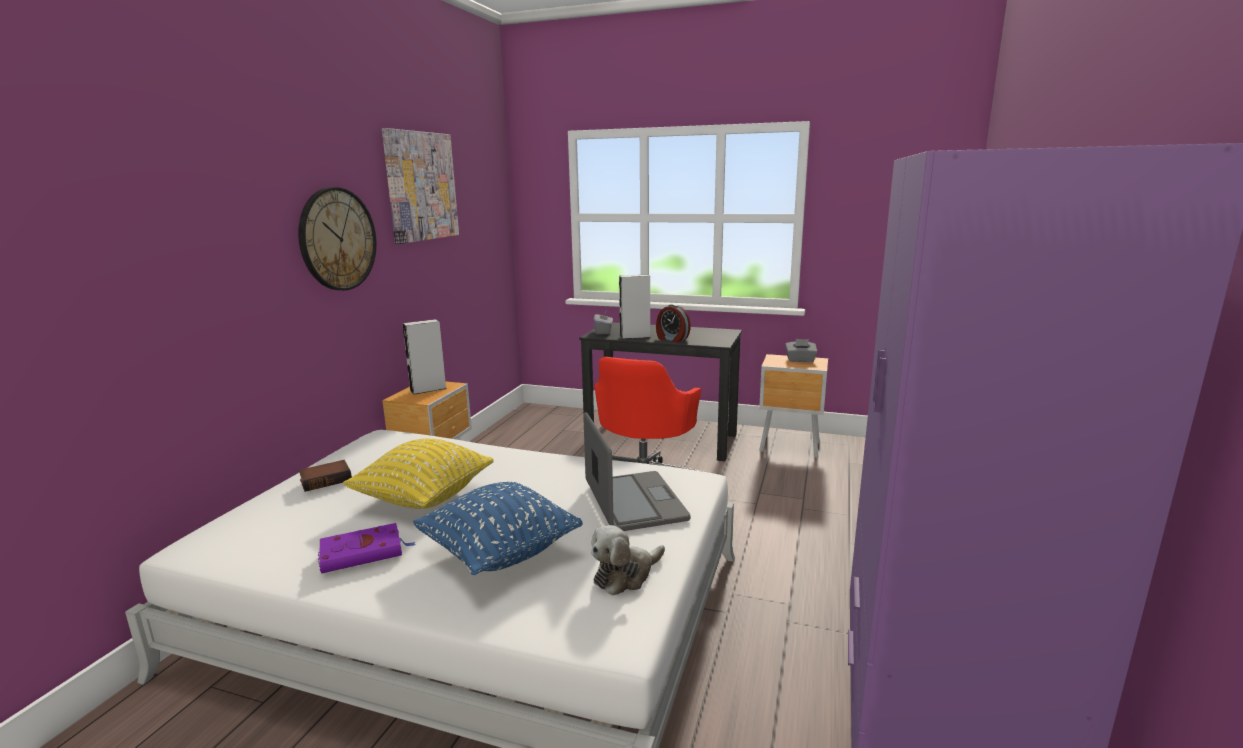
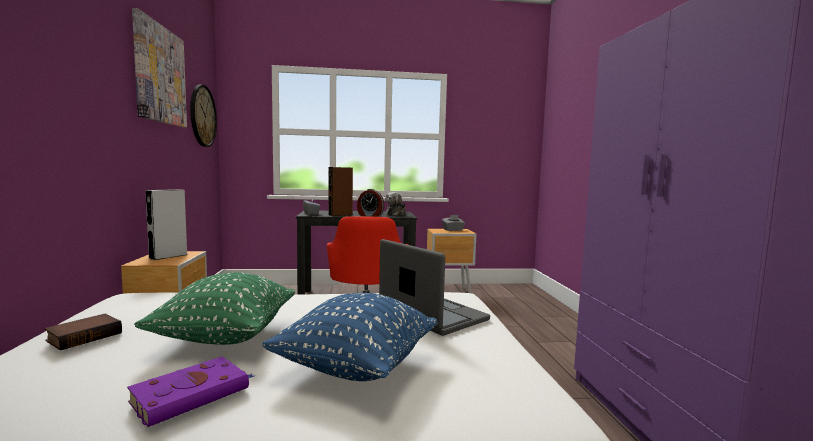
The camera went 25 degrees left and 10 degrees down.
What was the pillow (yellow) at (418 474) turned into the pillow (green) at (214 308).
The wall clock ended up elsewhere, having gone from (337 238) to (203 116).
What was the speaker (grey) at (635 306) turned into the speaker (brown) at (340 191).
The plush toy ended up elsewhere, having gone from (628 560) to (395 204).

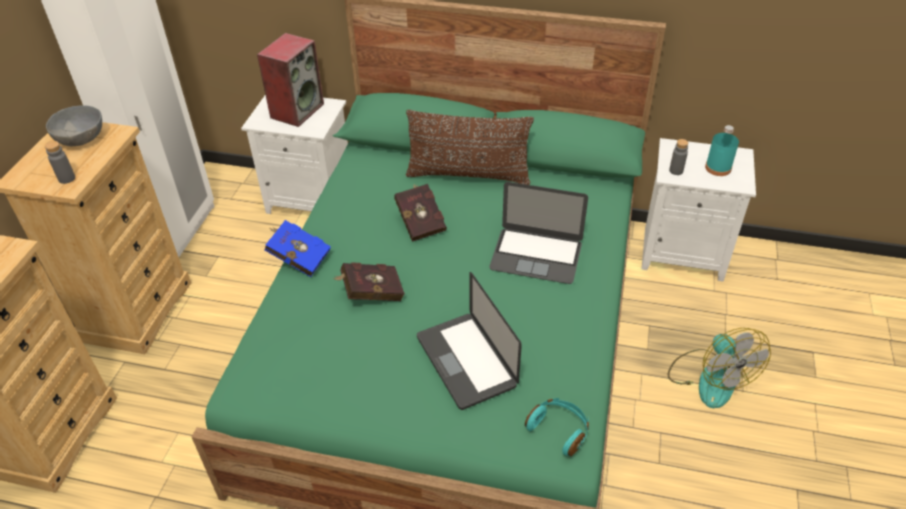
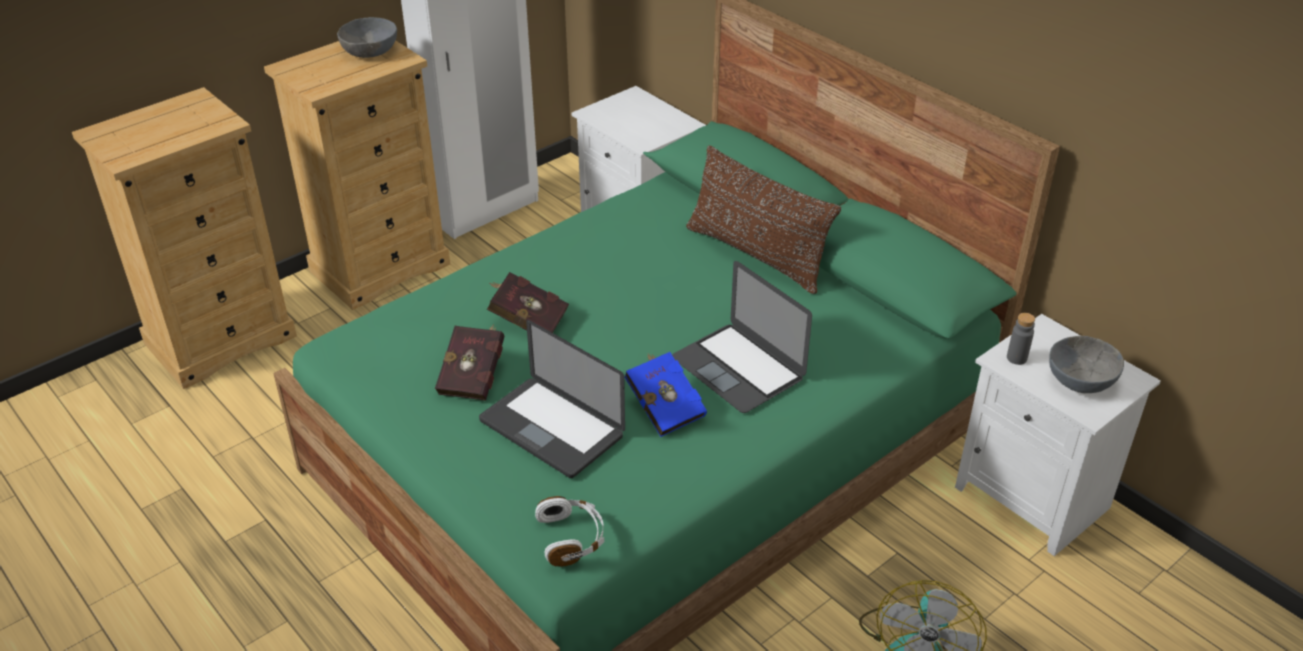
The camera went 35 degrees right and 5 degrees down.
The book (red) ended up elsewhere, having gone from (420 213) to (469 362).
The laptop at (469 341) ended up facing another way, 60 degrees counterclockwise from before.
What was the headphones (turquoise) at (557 427) turned into the headphones (white) at (569 531).
The book (blue) ended up elsewhere, having gone from (297 248) to (666 394).
Where the bottle (turquoise) stood at (722 150), the bowl (grey) came to stand at (1086 364).
The second view lost the bottle (grey) at (60 162).
The second view lost the speaker at (290 80).

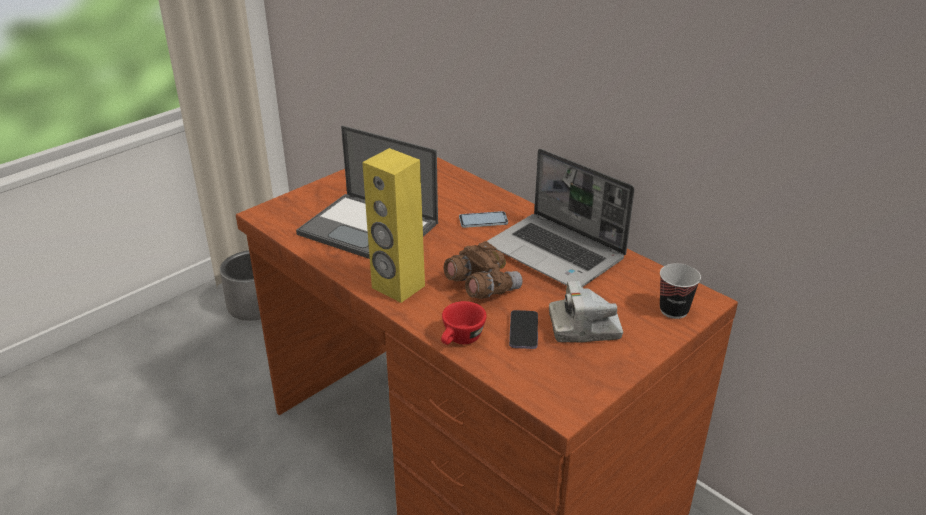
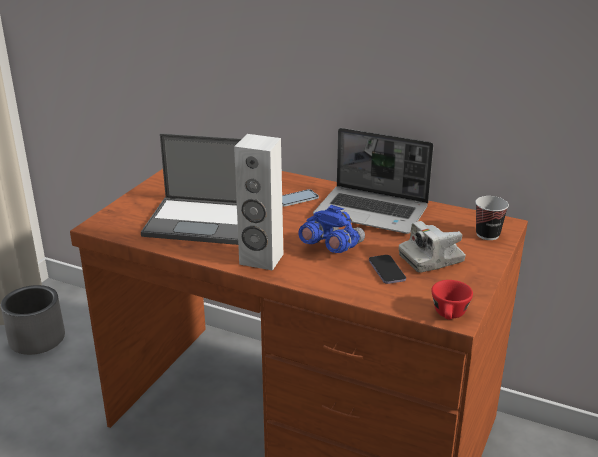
The camera went 20 degrees left and 5 degrees down.
What was the speaker (yellow) at (393 225) turned into the speaker (white) at (258 202).
What was the binoculars (brown) at (483 270) turned into the binoculars (blue) at (331 229).
The cup (red) ended up elsewhere, having gone from (464 323) to (452 300).

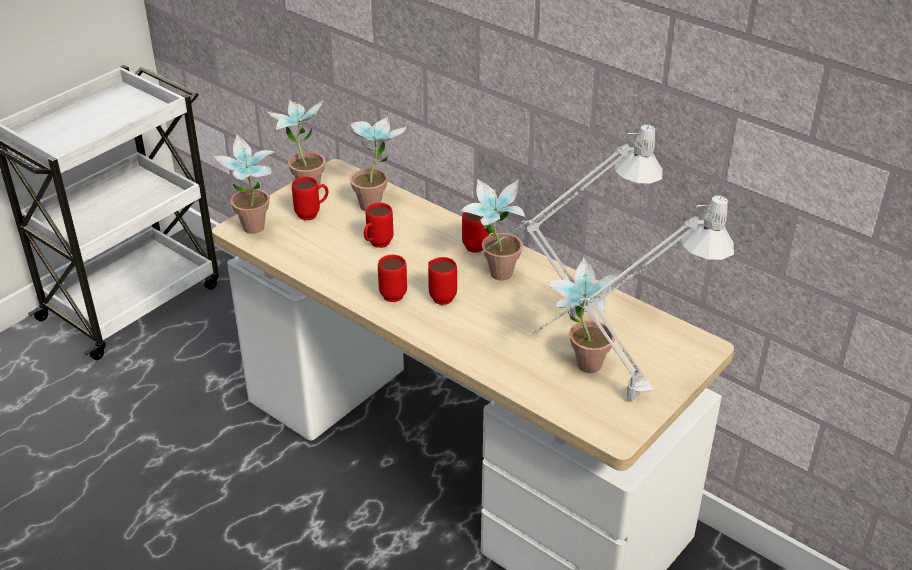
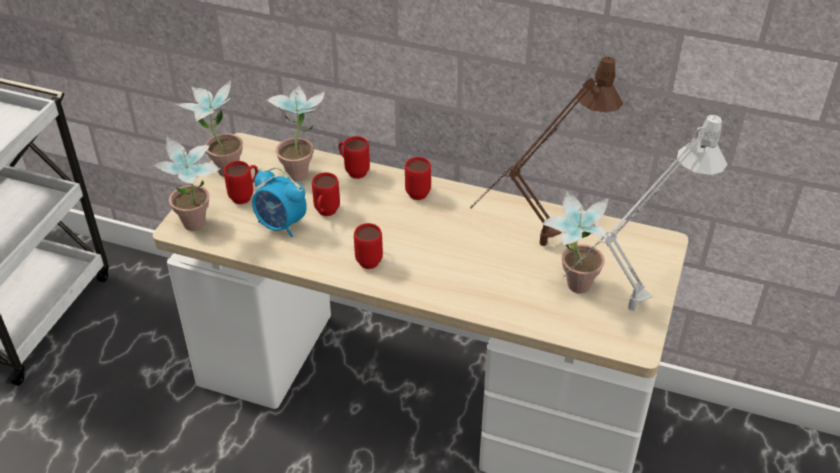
The camera went 20 degrees left and 5 degrees up.
The second view gained the alarm clock at (279 202).
The mug (red) ended up elsewhere, having gone from (442 281) to (354 157).
What was the table lamp (grey) at (571 222) turned into the table lamp (brown) at (547 151).
The second view lost the potted plant at (493 229).

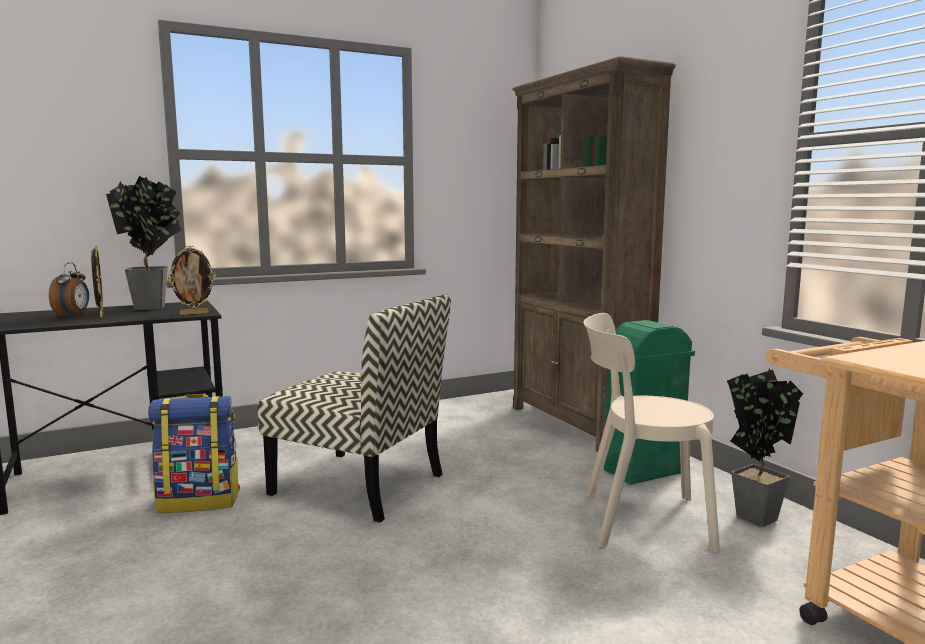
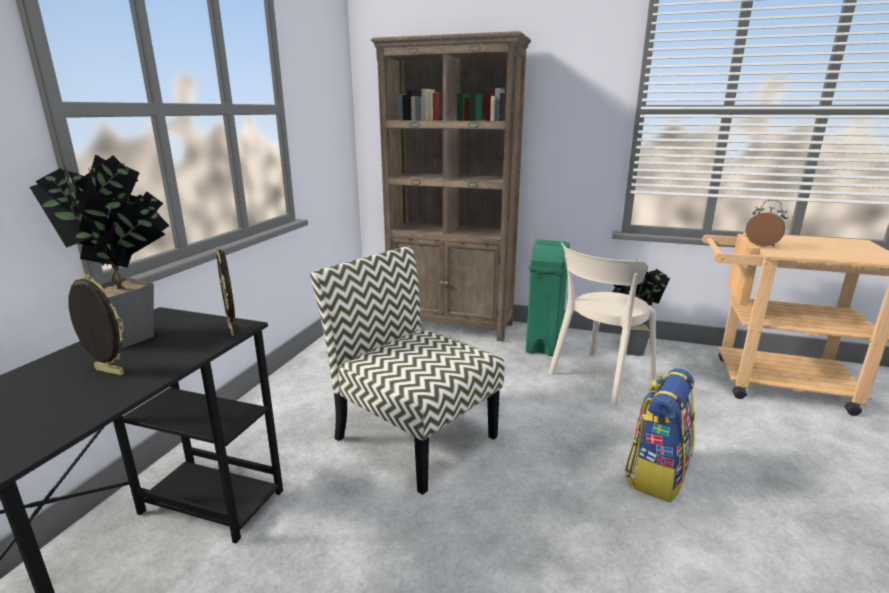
The camera went 45 degrees left and 10 degrees up.
The picture frame at (192 280) ended up facing another way, 135 degrees clockwise from before.
The chair at (354 408) ended up facing another way, 120 degrees counterclockwise from before.
The backpack ended up elsewhere, having gone from (194 453) to (660 435).
The alarm clock ended up elsewhere, having gone from (69 289) to (766 223).

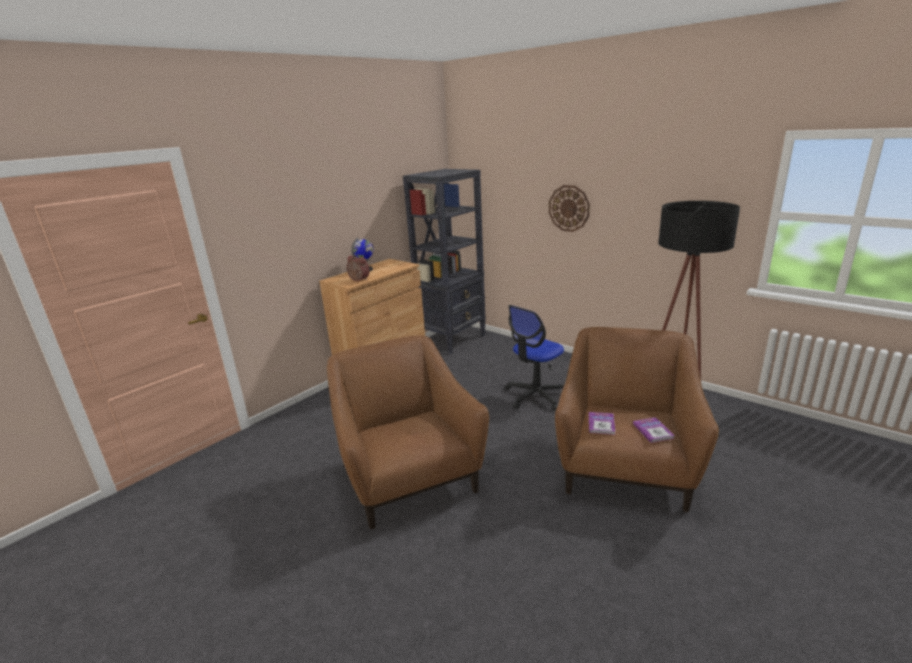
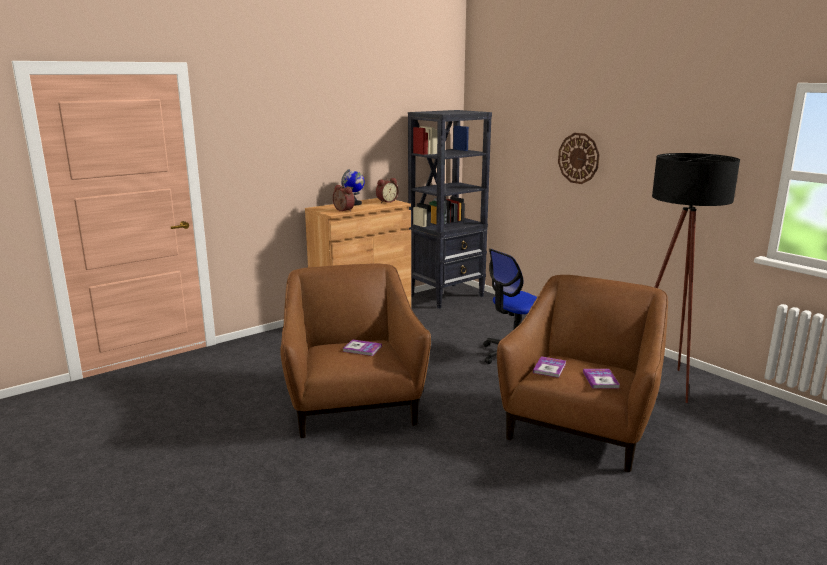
The camera went 10 degrees right and 5 degrees down.
The second view gained the book at (362 347).
The second view gained the alarm clock at (387 190).

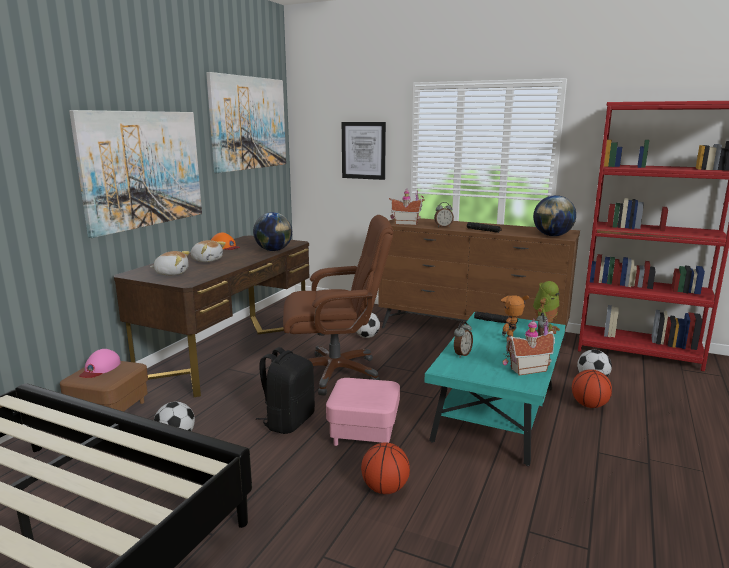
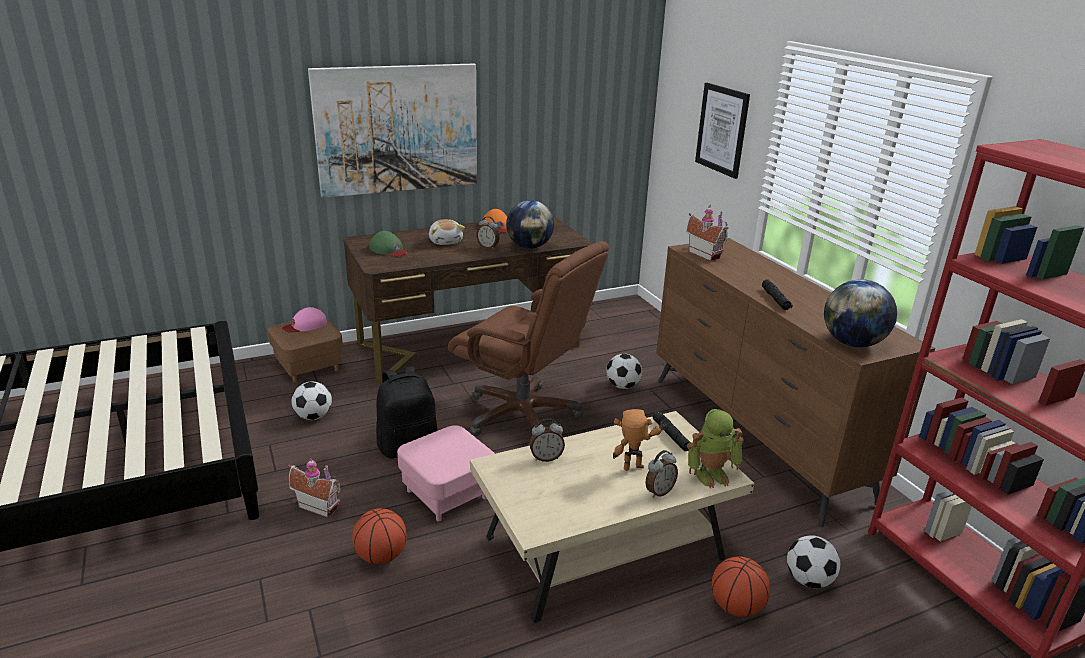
The camera went 40 degrees right and 10 degrees up.
The toy house ended up elsewhere, having gone from (529 347) to (314 488).
Where the plush toy stood at (170 263), the cap (green) came to stand at (388 244).
What was the coffee table (turquoise) at (495 389) turned into the coffee table (beige) at (612 517).
The alarm clock ended up elsewhere, having gone from (444 214) to (488 232).
The second view lost the picture at (246 122).

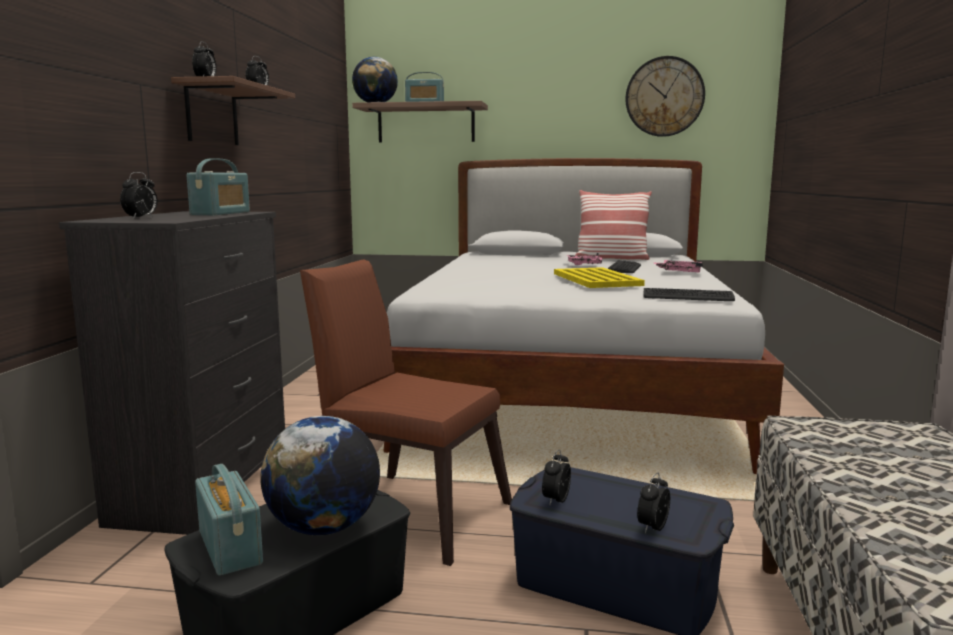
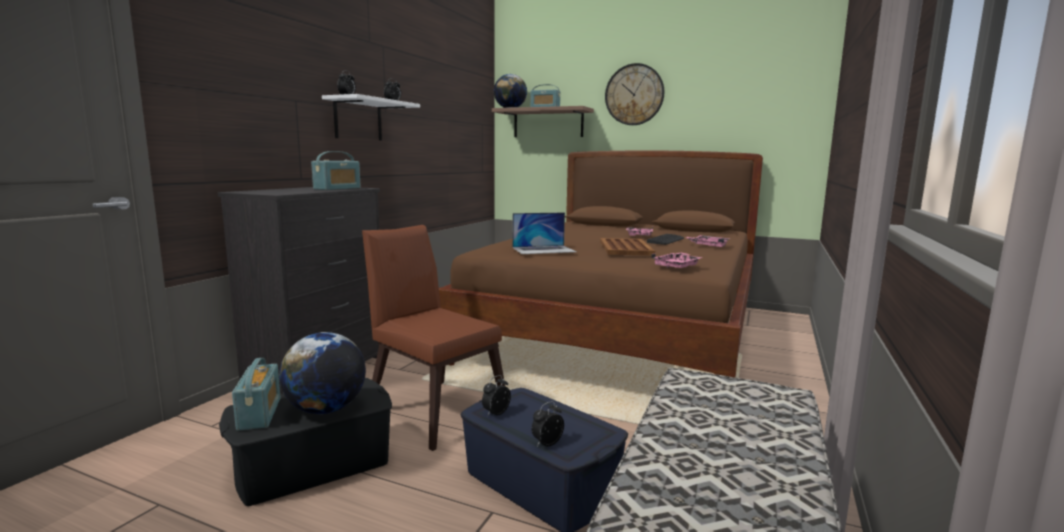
The camera went 15 degrees right and 0 degrees up.
What was the shelf (brown) at (233 110) turned into the shelf (white) at (371 117).
What was the bed (white) at (584 316) turned into the bed (brown) at (601 263).
The second view gained the laptop at (544 233).
What was the tray (yellow) at (599 277) turned into the tray (brown) at (627 246).
The wall clock ended up elsewhere, having gone from (665 96) to (634 94).
Where the keyboard stood at (689 294), the tray (pink) came to stand at (677 260).
The second view lost the alarm clock at (139 195).
The second view lost the pillow at (613 225).

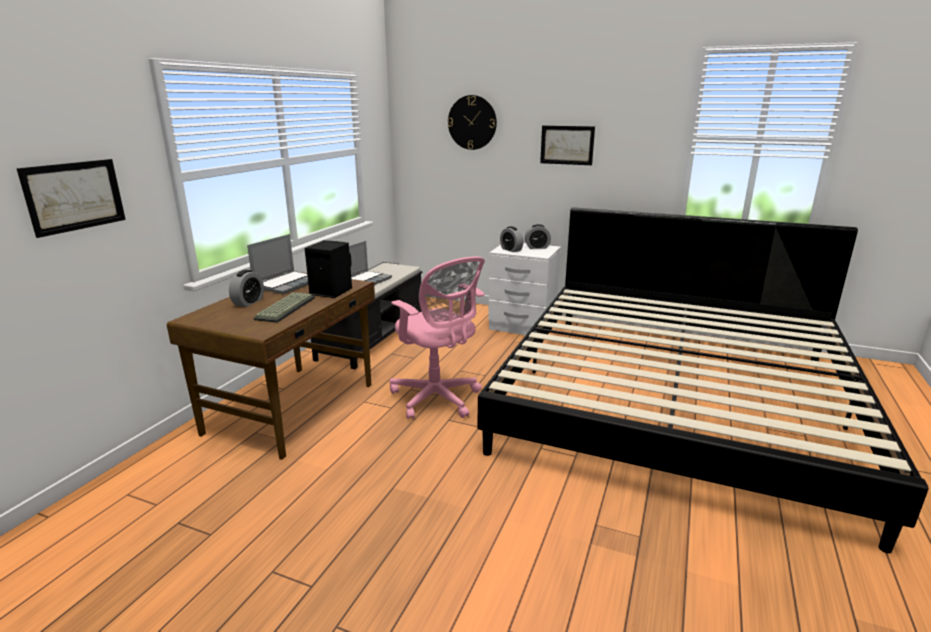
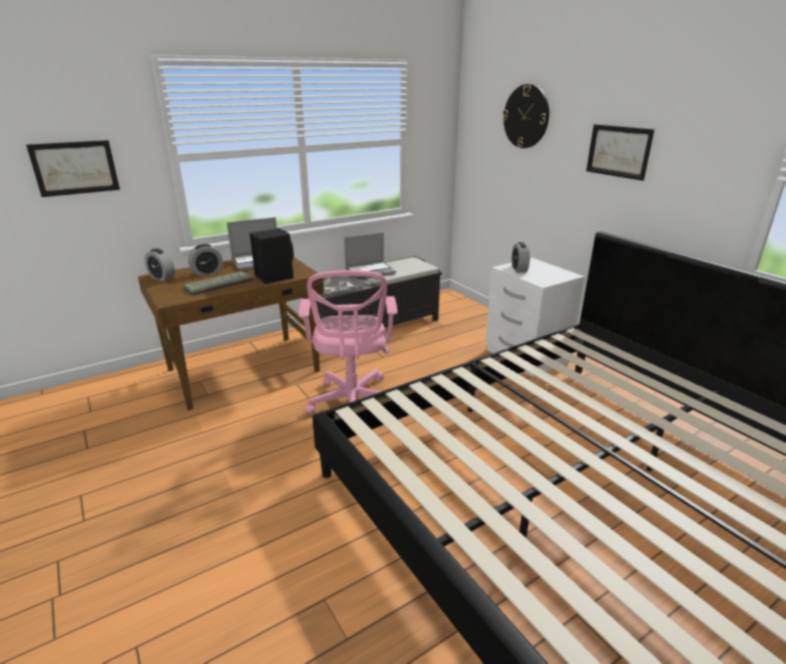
The camera went 35 degrees right and 5 degrees up.
The alarm clock ended up elsewhere, having gone from (538 236) to (160 264).

